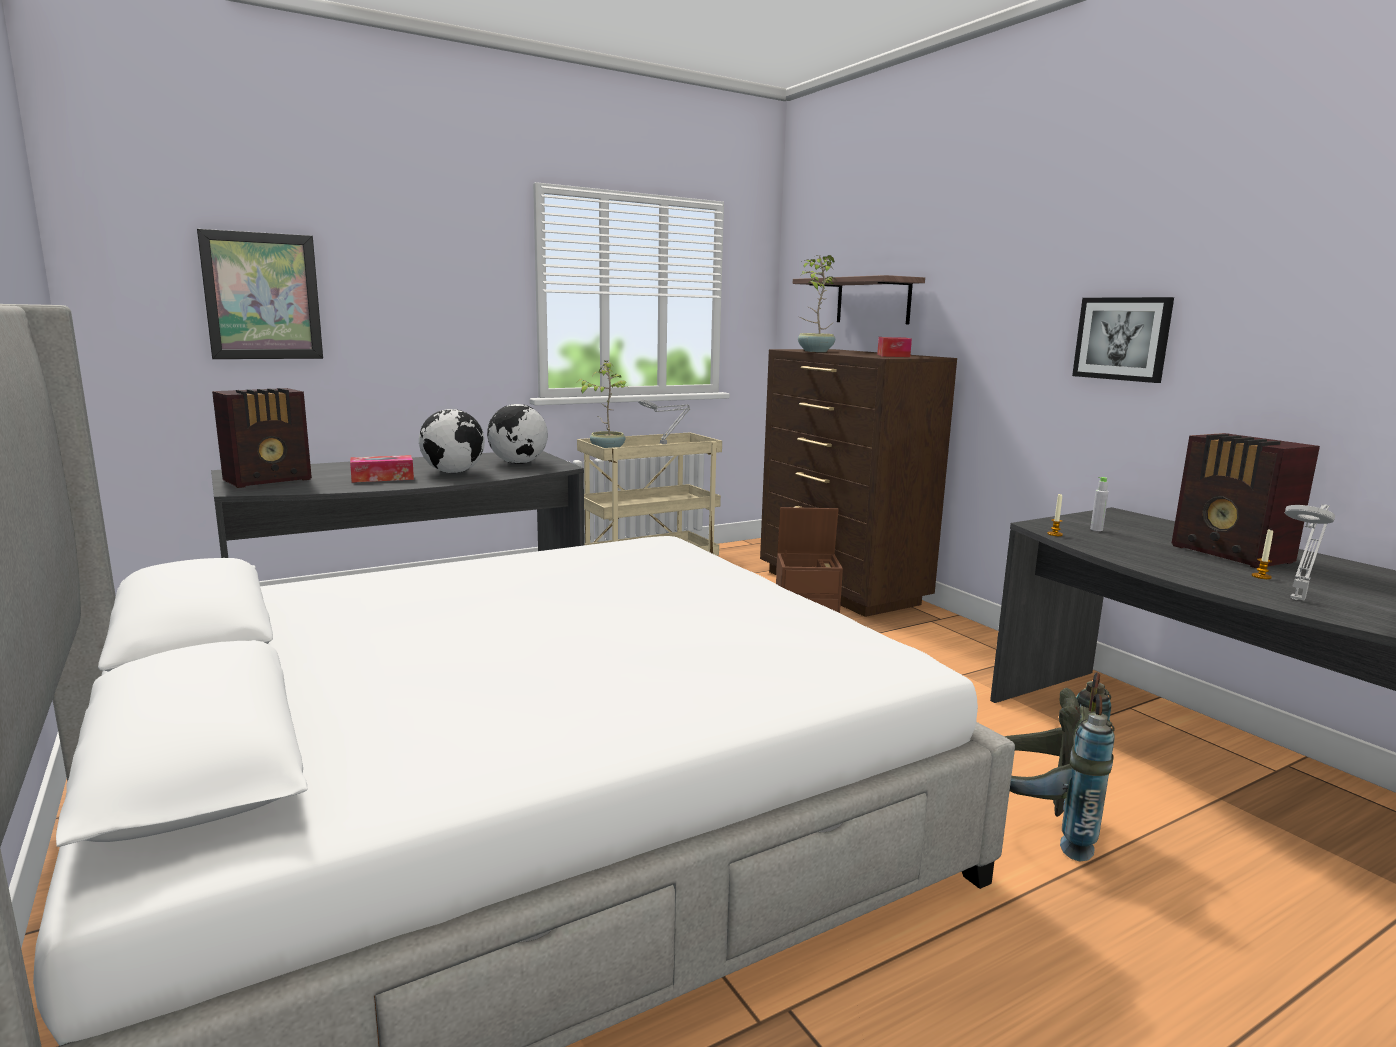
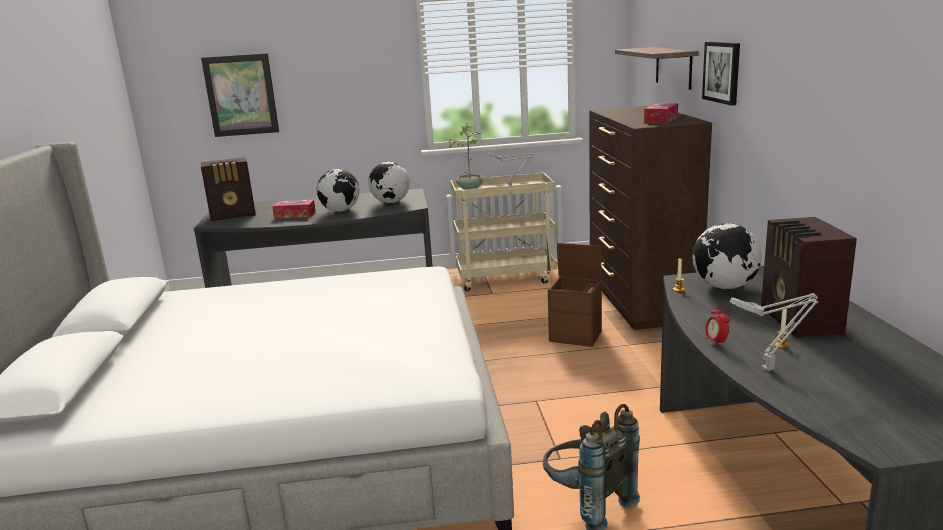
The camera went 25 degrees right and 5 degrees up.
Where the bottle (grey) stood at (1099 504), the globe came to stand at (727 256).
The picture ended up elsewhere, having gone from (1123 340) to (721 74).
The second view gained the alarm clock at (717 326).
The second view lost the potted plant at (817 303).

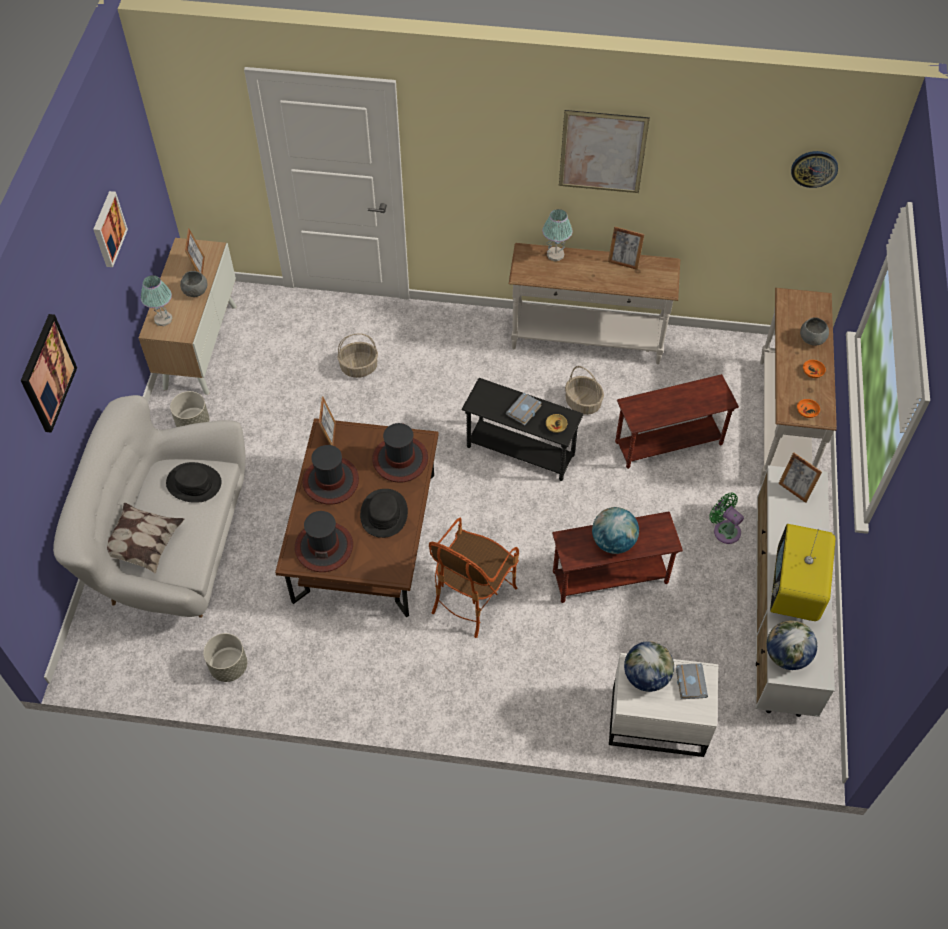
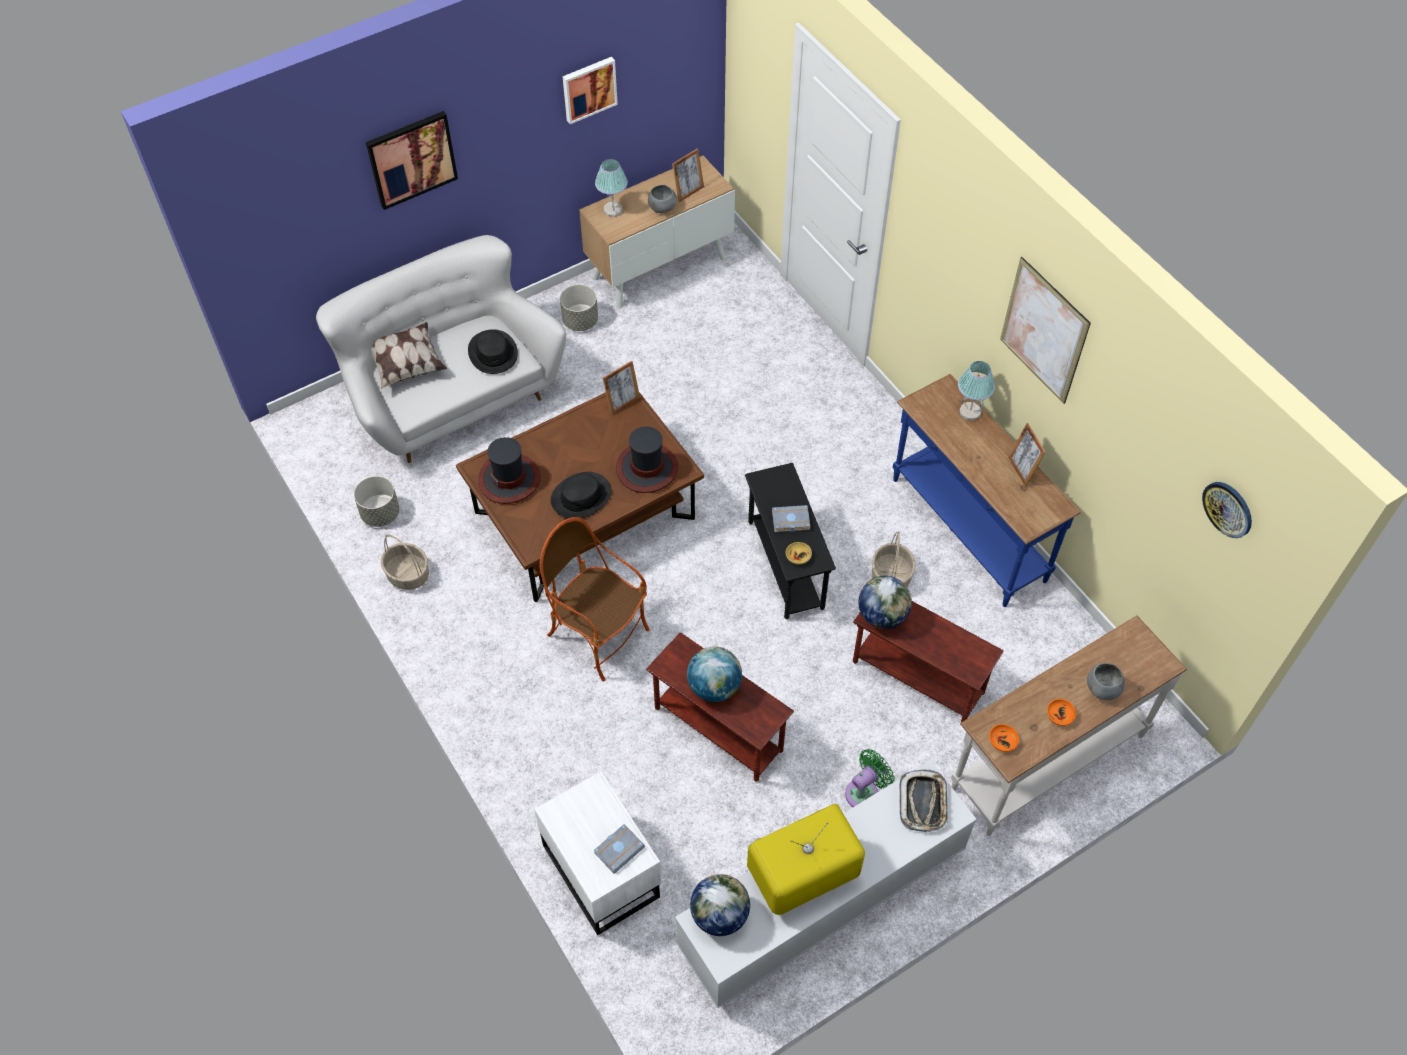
The camera went 50 degrees right and 0 degrees up.
The basket ended up elsewhere, having gone from (358 356) to (405 562).
The armchair at (474 578) ended up facing another way, 45 degrees clockwise from before.
The fan (green) at (726 518) ended up facing another way, 45 degrees clockwise from before.
The globe ended up elsewhere, having gone from (649 666) to (885 602).
What was the console table (white) at (594 303) turned into the console table (blue) at (986 490).
Where the picture frame stood at (800 477), the tray came to stand at (923 801).
The second view lost the hat at (330 475).

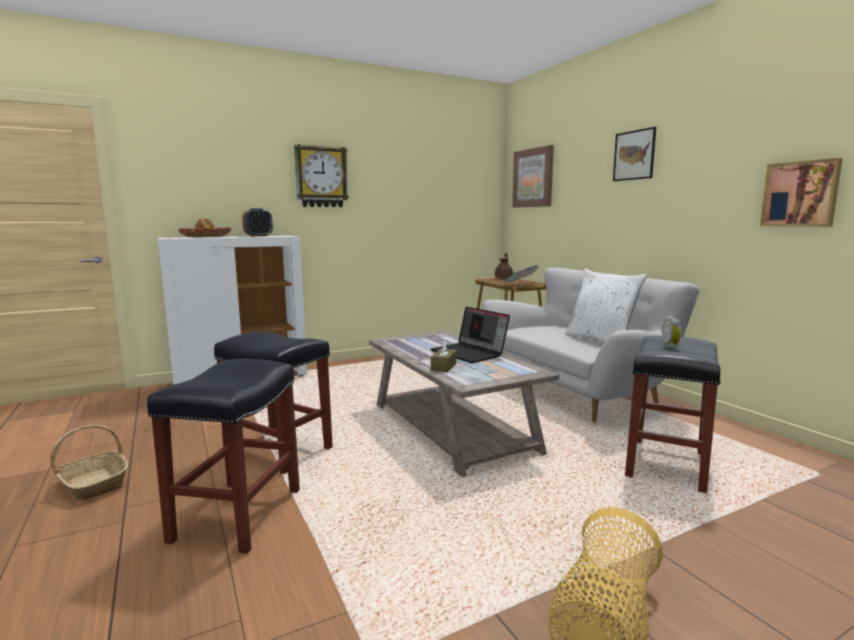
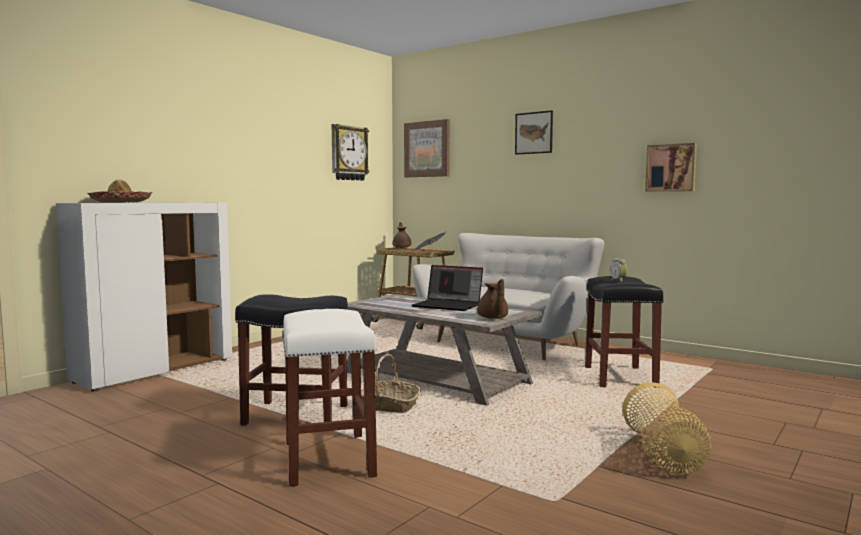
The camera went 25 degrees left and 5 degrees down.
What was the stool (black) at (223 456) turned into the stool (white) at (330 397).
The wall clock ended up elsewhere, having gone from (321 175) to (351 152).
The basket ended up elsewhere, having gone from (89 463) to (391 383).
The second view gained the teapot (brown) at (492 299).
The second view lost the alarm clock at (257 222).
The second view lost the tissue box (brown) at (444 356).
The second view lost the pillow (white) at (606 305).

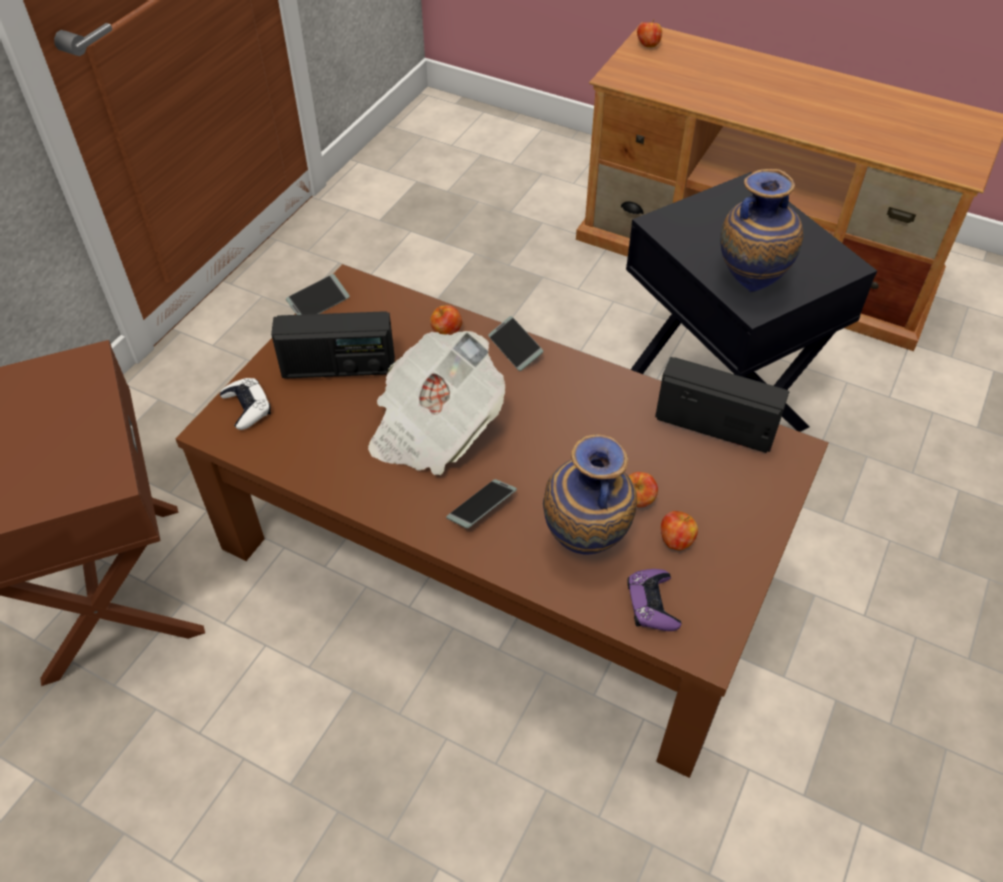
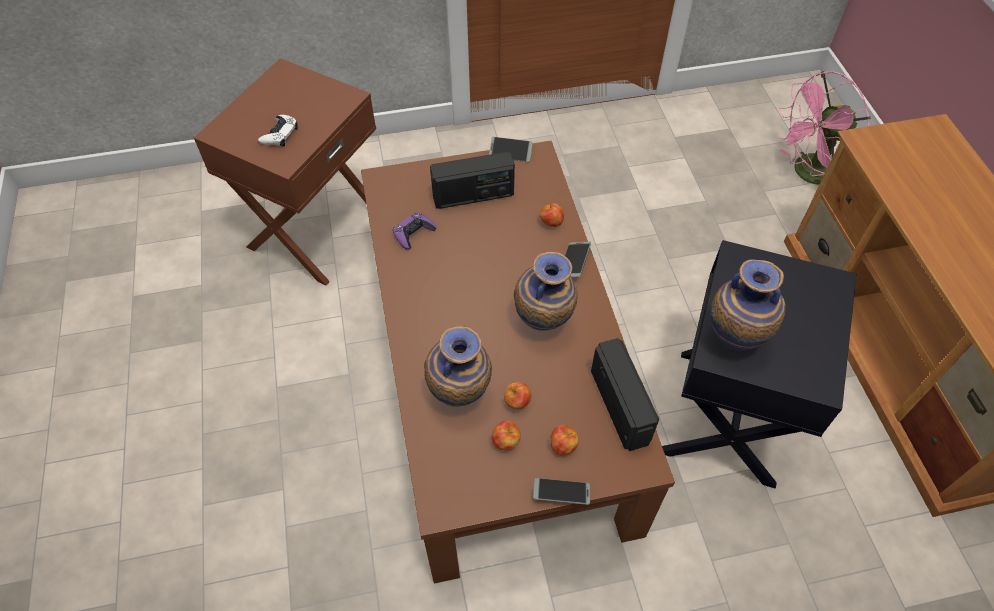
The camera went 50 degrees right and 5 degrees up.
The game controller (white) ended up elsewhere, having gone from (245 404) to (278 131).
The game controller (purple) ended up elsewhere, having gone from (654 600) to (414 231).
The radio at (333 345) ended up facing another way, 60 degrees counterclockwise from before.
The second view gained the vase at (546 291).
The phone ended up elsewhere, having gone from (481 503) to (561 491).
The apple ended up elsewhere, having gone from (649 33) to (565 440).
The second view gained the fan (pink) at (825 128).
The second view lost the newspaper at (436 403).

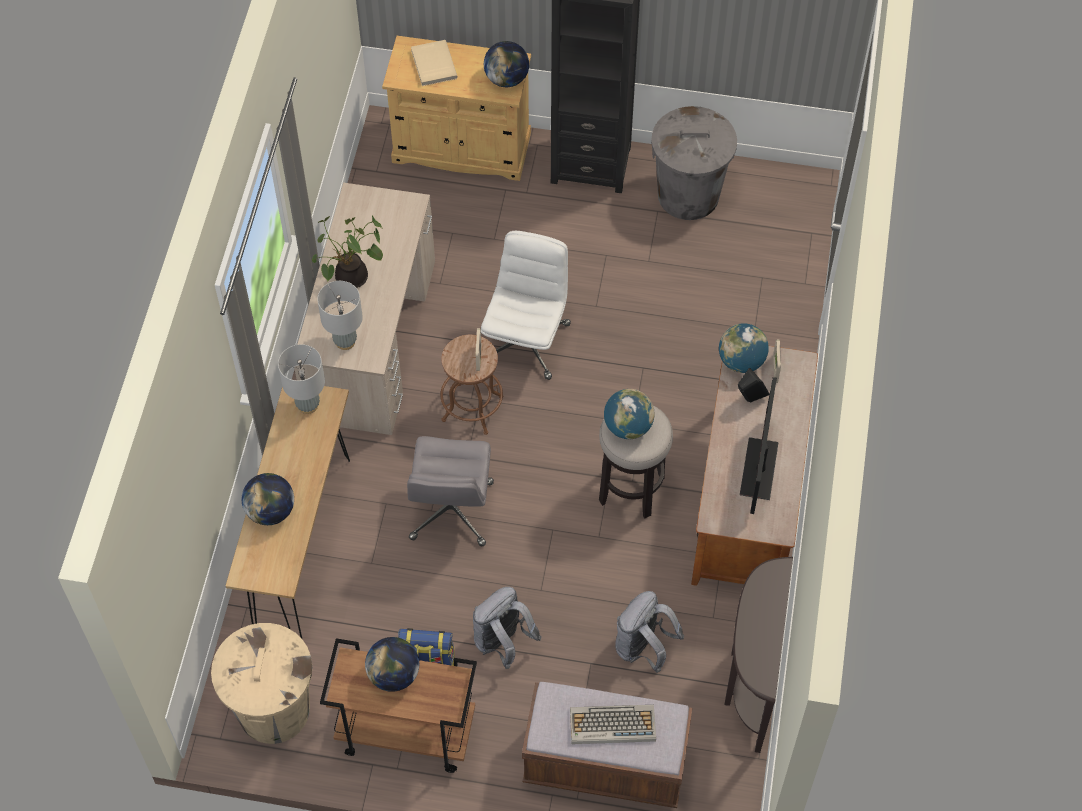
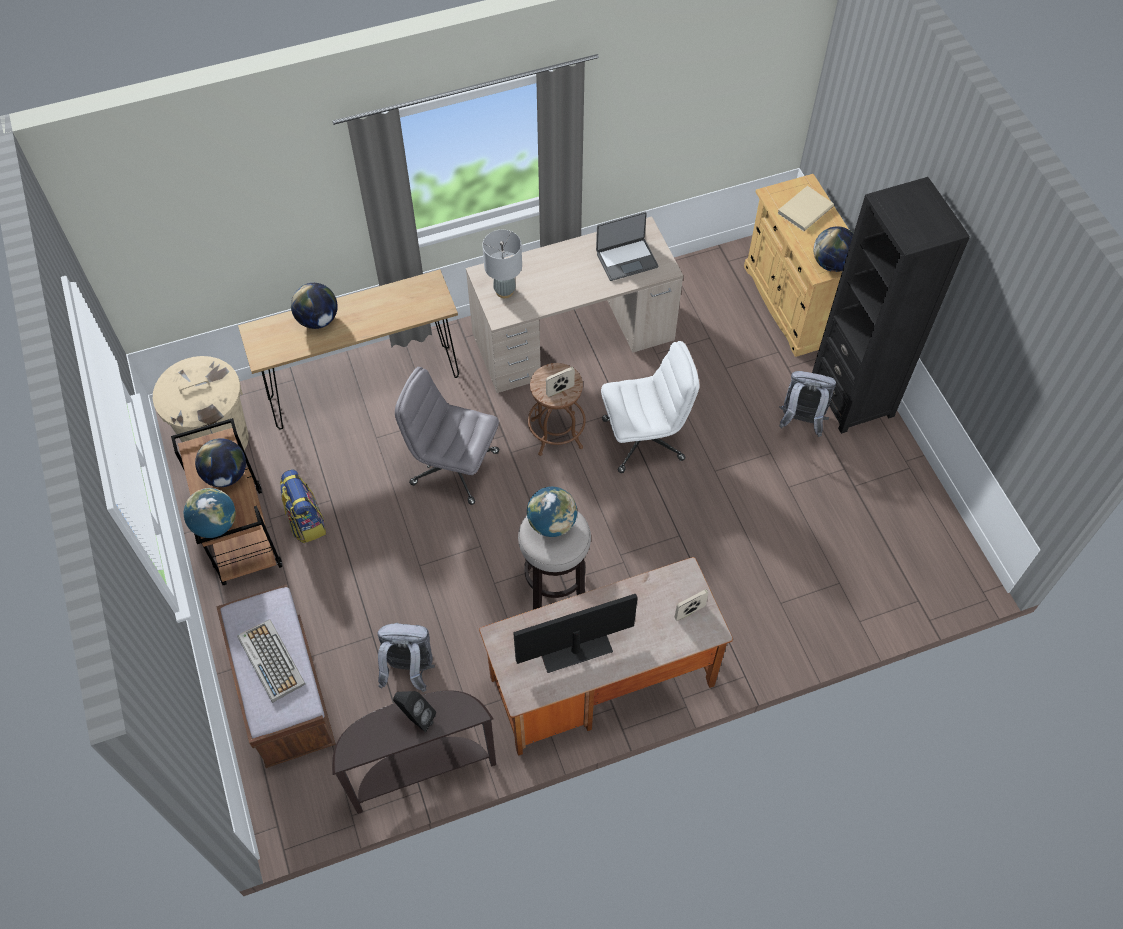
The camera went 60 degrees right and 0 degrees up.
The globe ended up elsewhere, having gone from (744 348) to (210 513).
The speaker (black) ended up elsewhere, having gone from (753 385) to (414 711).
The office chair (grey) at (450 491) ended up facing another way, 45 degrees clockwise from before.
The second view gained the laptop at (627 246).
The backpack (grey) ended up elsewhere, having gone from (507 628) to (807 404).
The second view lost the table lamp (grey) at (301 379).
The second view lost the potted plant at (347 251).
The second view lost the trash can (grey) at (694 163).

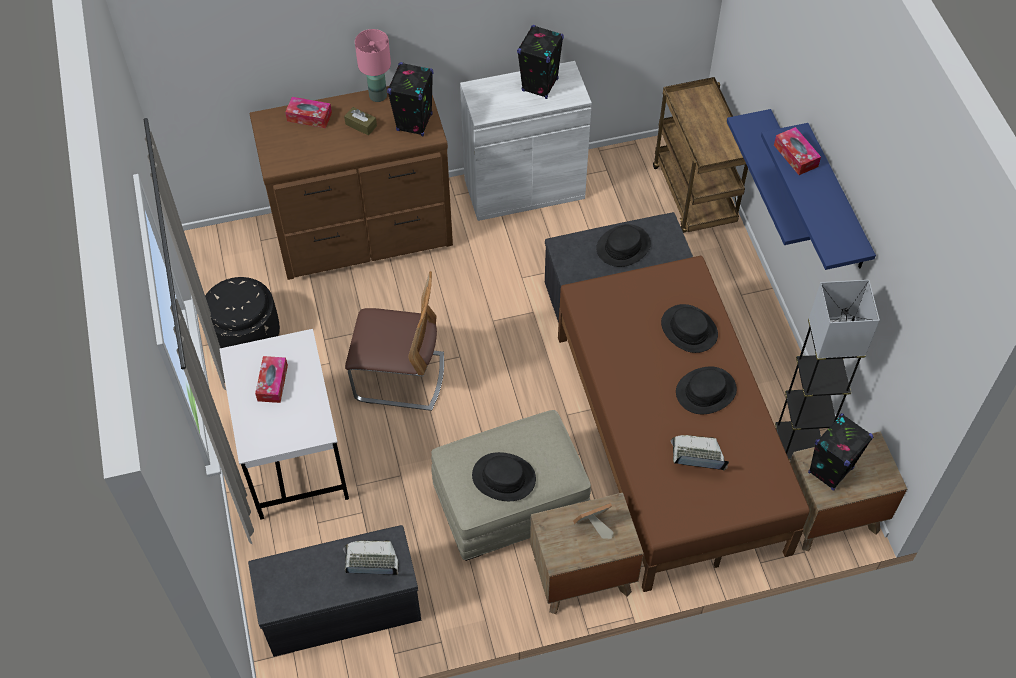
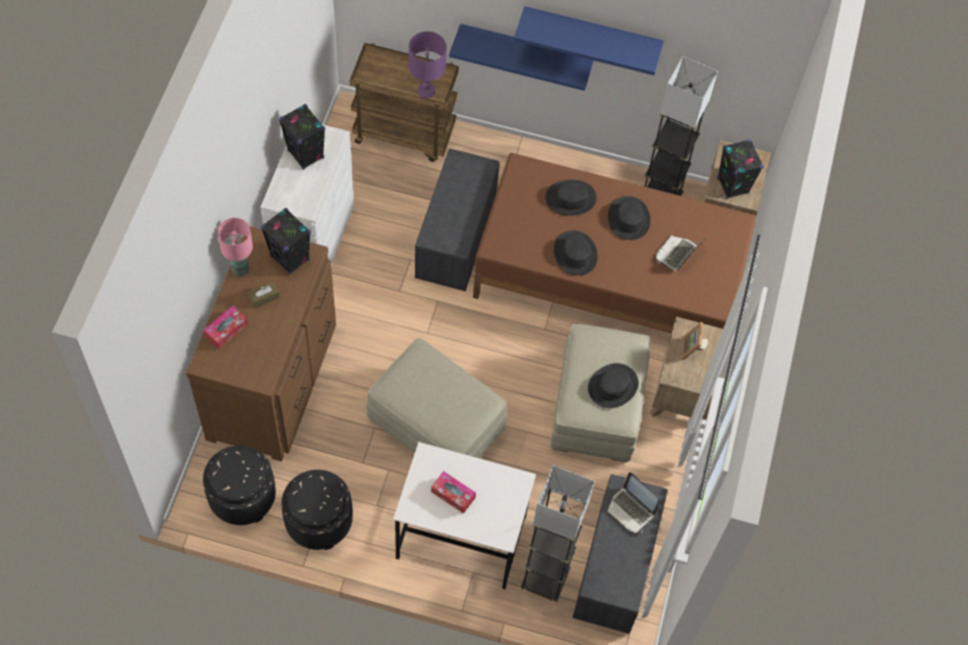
The camera went 65 degrees left and 5 degrees up.
The second view gained the ottoman (black) at (239 485).
Where the chair stood at (394 341), the ottoman (beige) came to stand at (436 398).
The second view gained the table lamp (purple) at (427 64).
The second view gained the floor lamp (grey) at (557 533).
The hat (black) ended up elsewhere, having gone from (623 245) to (576 253).
The laptop at (371 557) ended up facing another way, 75 degrees counterclockwise from before.
The second view lost the tissue box at (797 151).

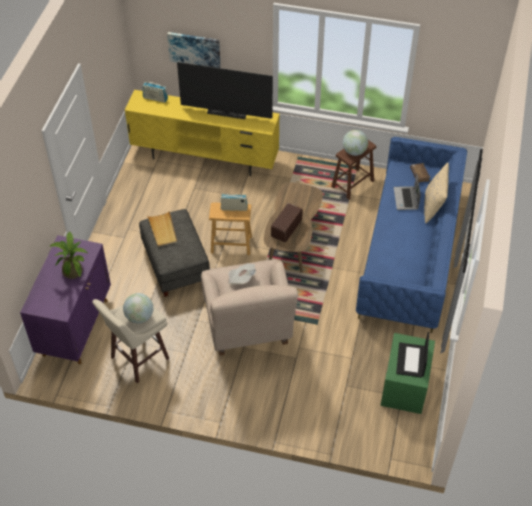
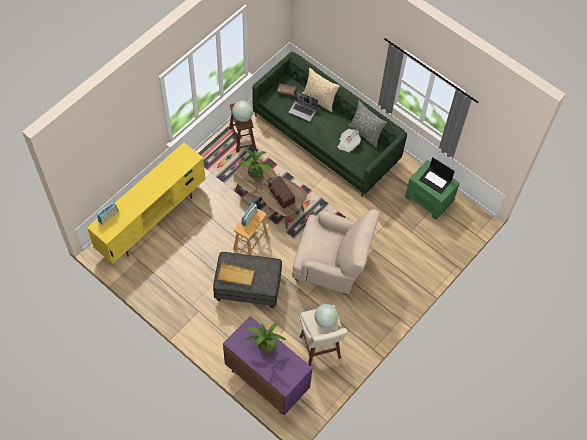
The camera went 65 degrees left and 10 degrees up.
The second view gained the potted plant at (255 163).
What was the sofa (blue) at (411 235) turned into the sofa (green) at (329 124).
The newspaper ended up elsewhere, having gone from (242 273) to (349 141).
The second view gained the pillow (grey) at (367 124).
The second view lost the picture at (194 50).
The second view lost the television at (225 90).

